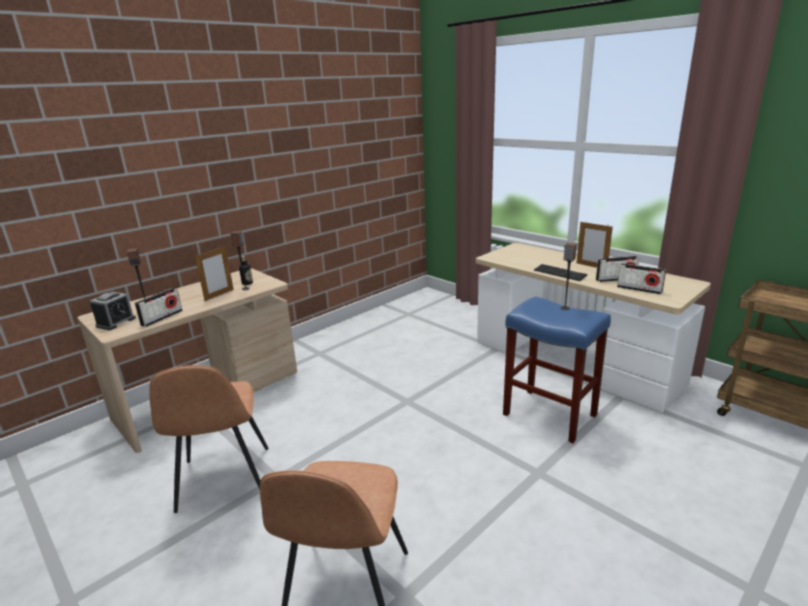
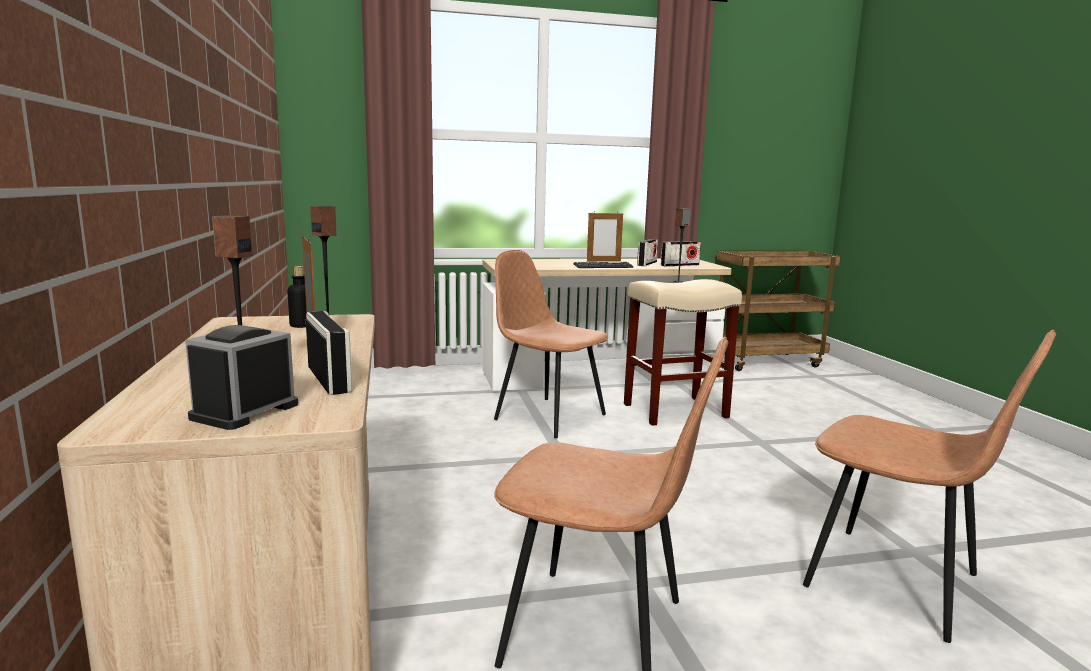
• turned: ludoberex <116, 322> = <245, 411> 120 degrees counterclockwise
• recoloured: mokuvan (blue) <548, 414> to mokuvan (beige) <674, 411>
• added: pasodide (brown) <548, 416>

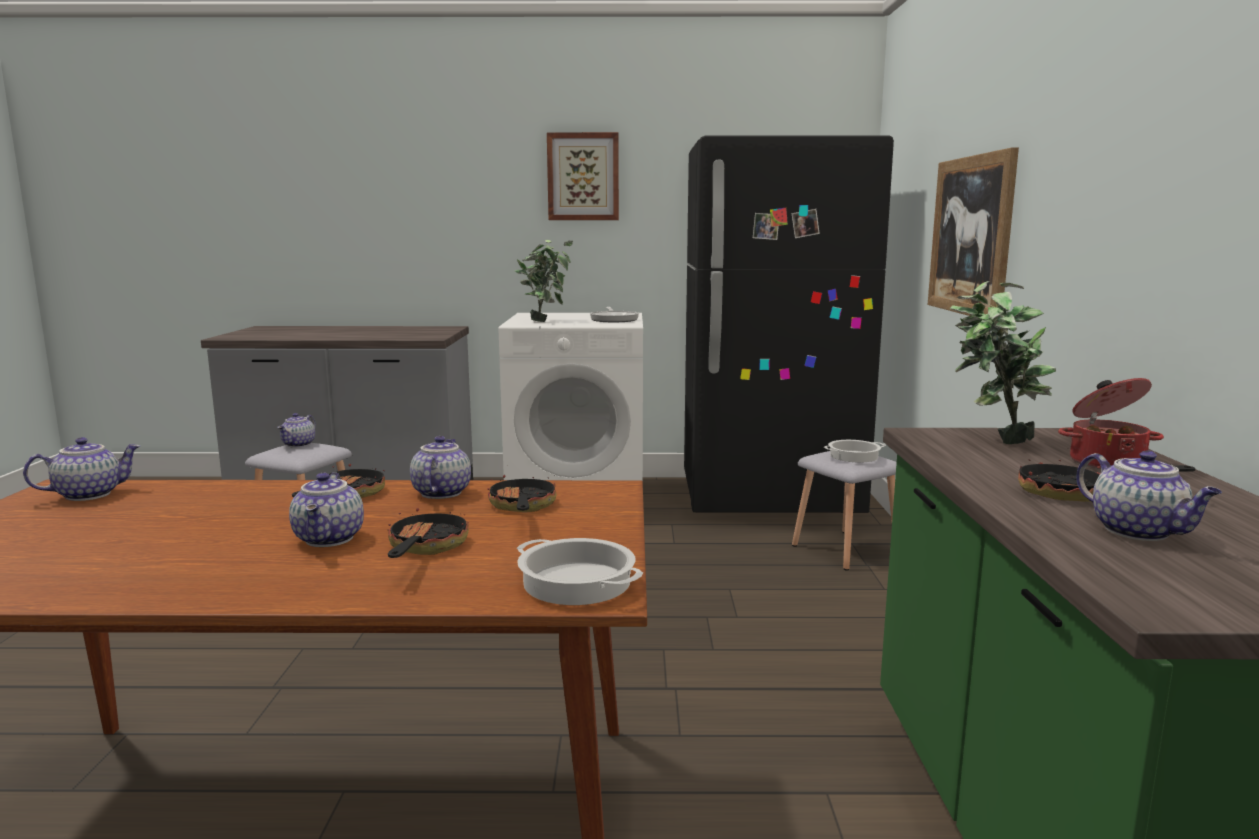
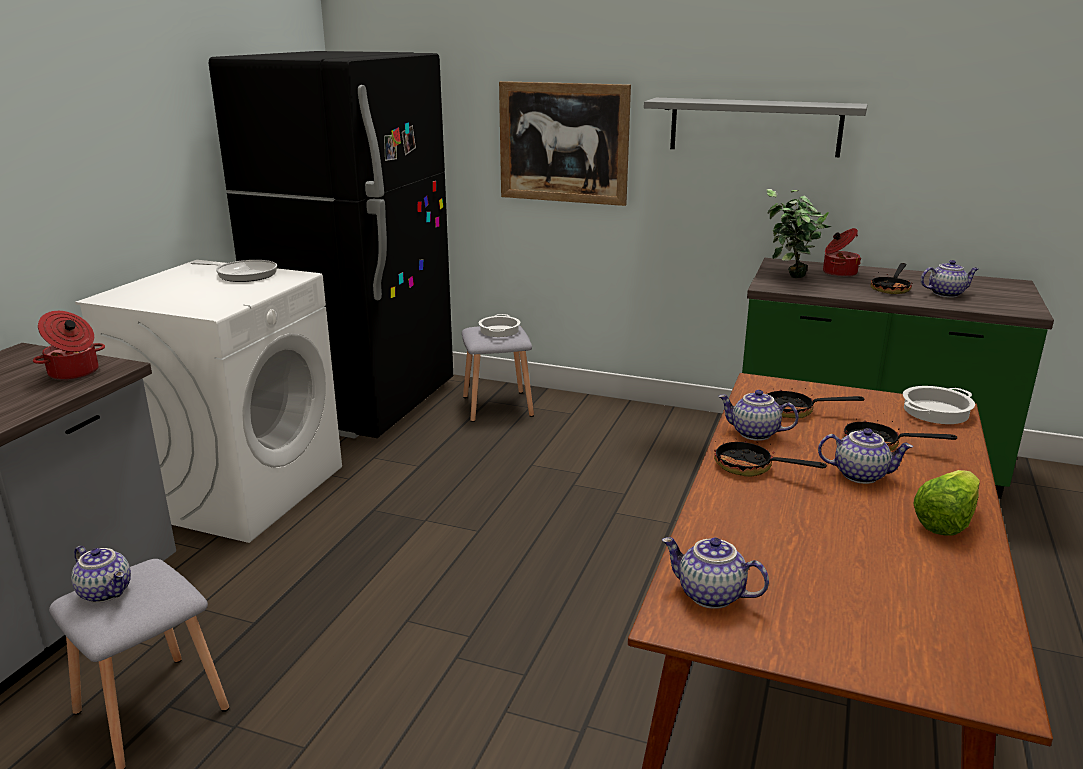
• removed: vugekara <583, 177>
• removed: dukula <545, 321>
• turned: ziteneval <89, 494> = <709, 595> 45 degrees counterclockwise
• added: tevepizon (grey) <754, 127>
• added: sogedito <74, 373>
• added: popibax <945, 521>

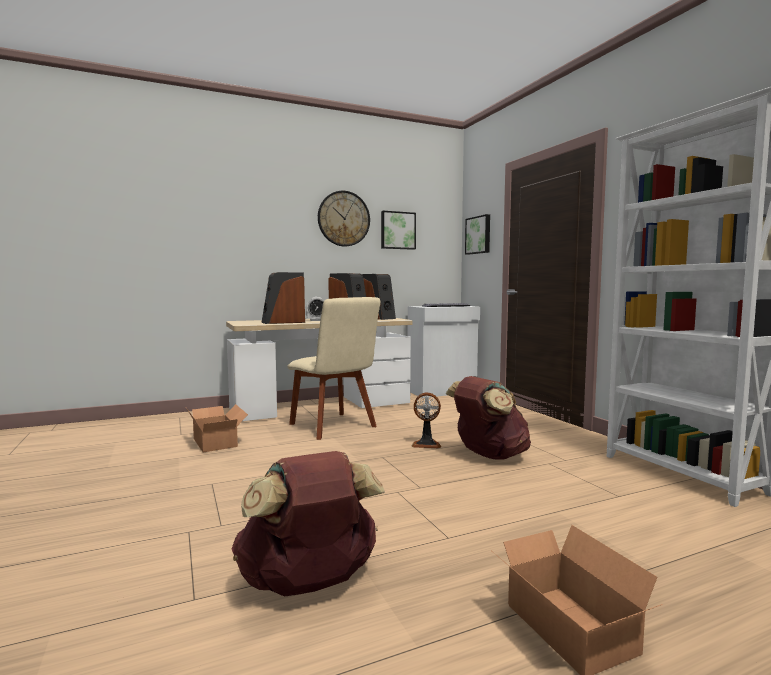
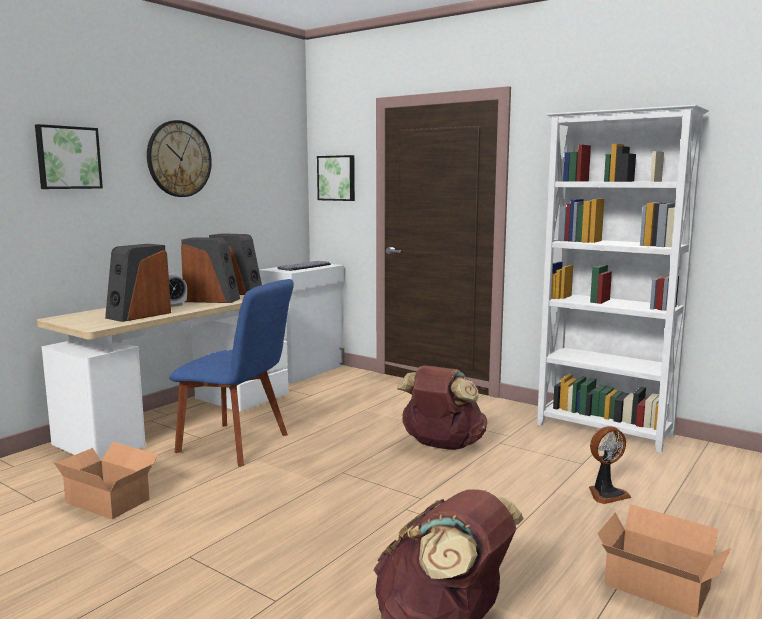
• moved: vugekara <397, 230> to <68, 157>
• recoloured: pasodide (beige) <334, 427> to pasodide (blue) <238, 444>
• moved: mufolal <426, 444> to <606, 494>

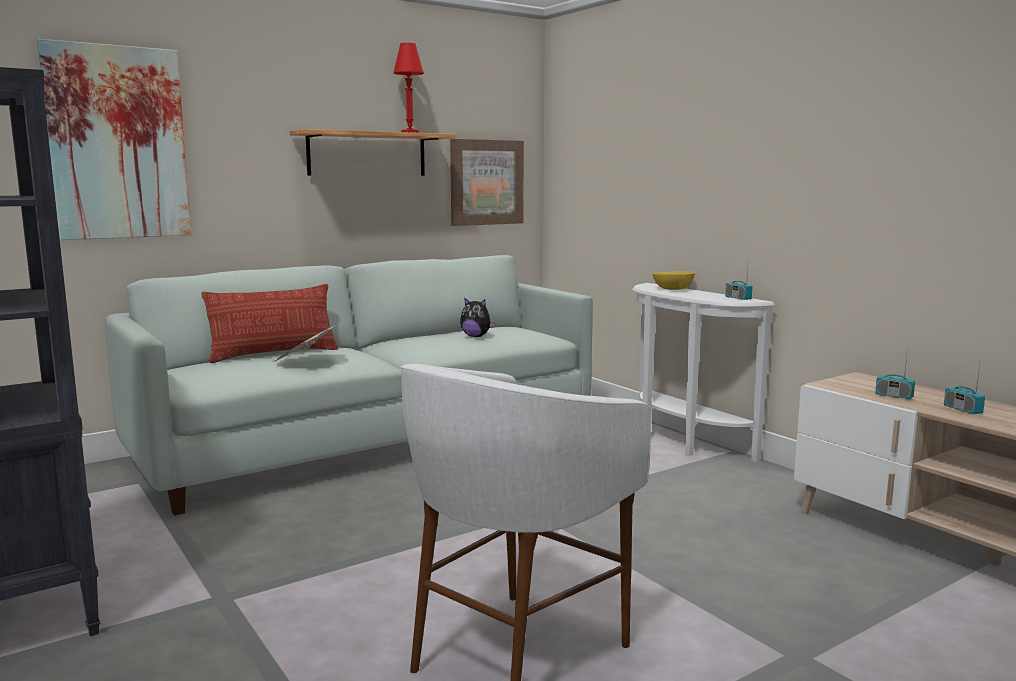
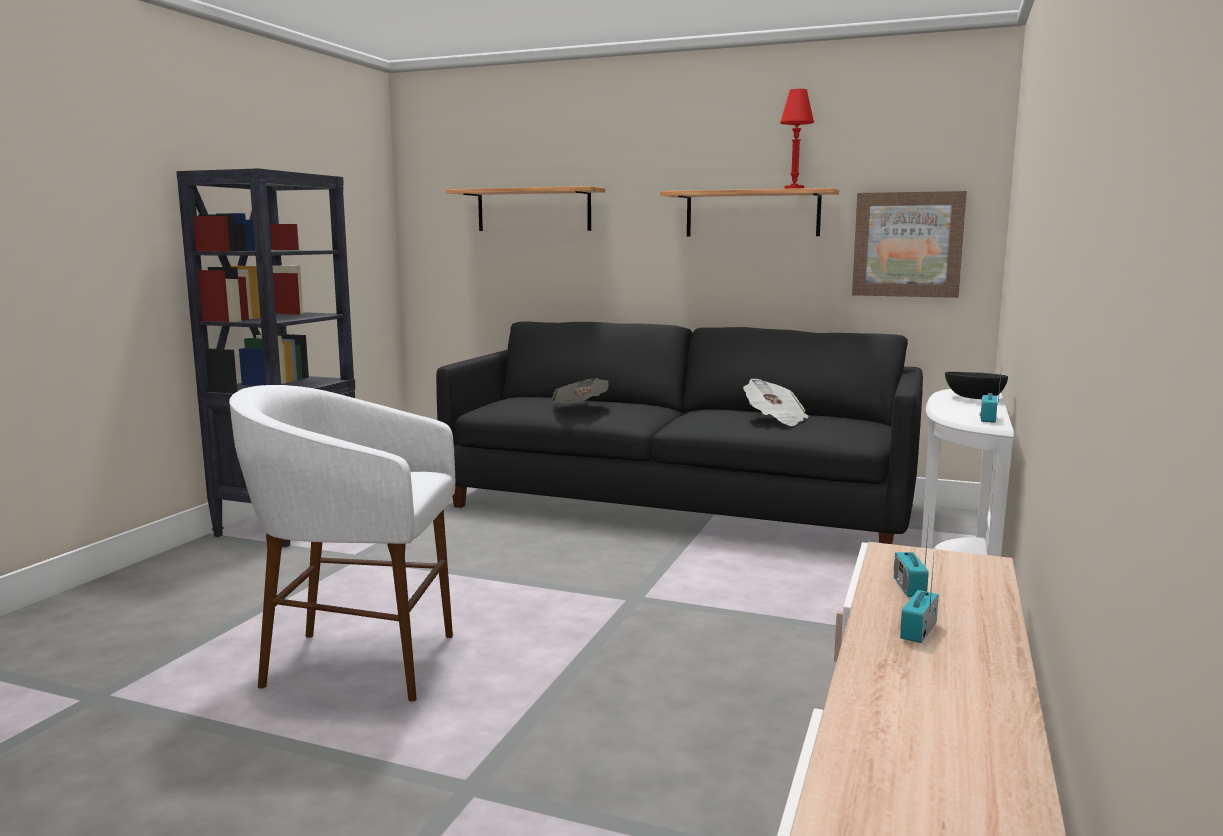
• replaced: vugekara <118, 143> to tevepizon <533, 210>
• recoloured: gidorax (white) <371, 441> to gidorax (black) <676, 506>
• recoloured: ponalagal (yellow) <673, 289> to ponalagal (black) <974, 398>
• removed: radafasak <273, 354>
• replaced: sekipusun <476, 336> to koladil <775, 419>

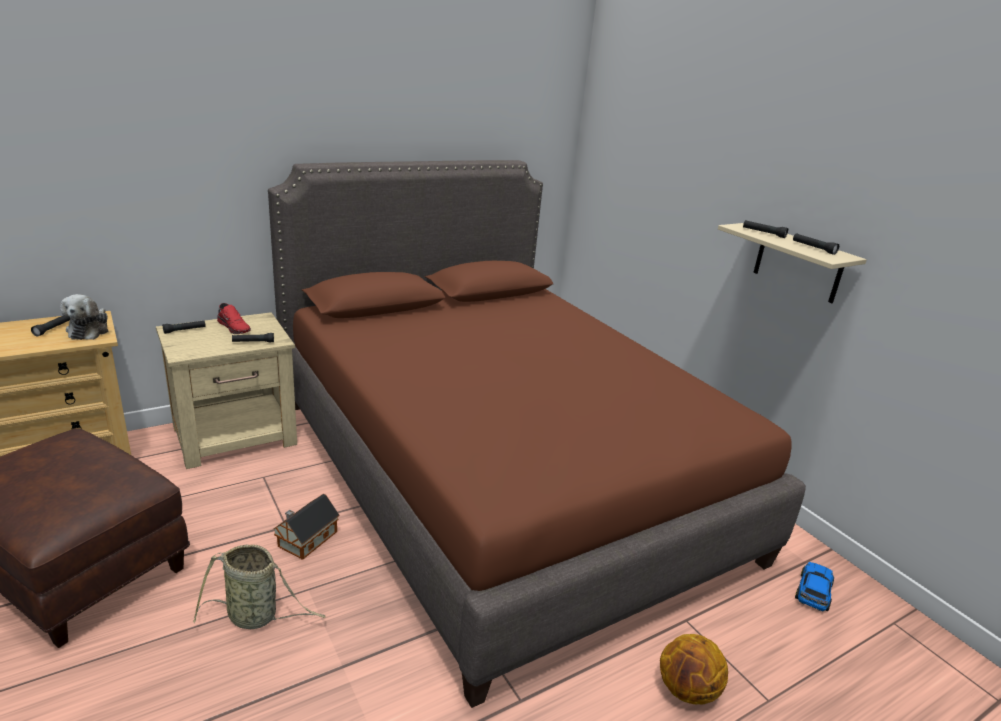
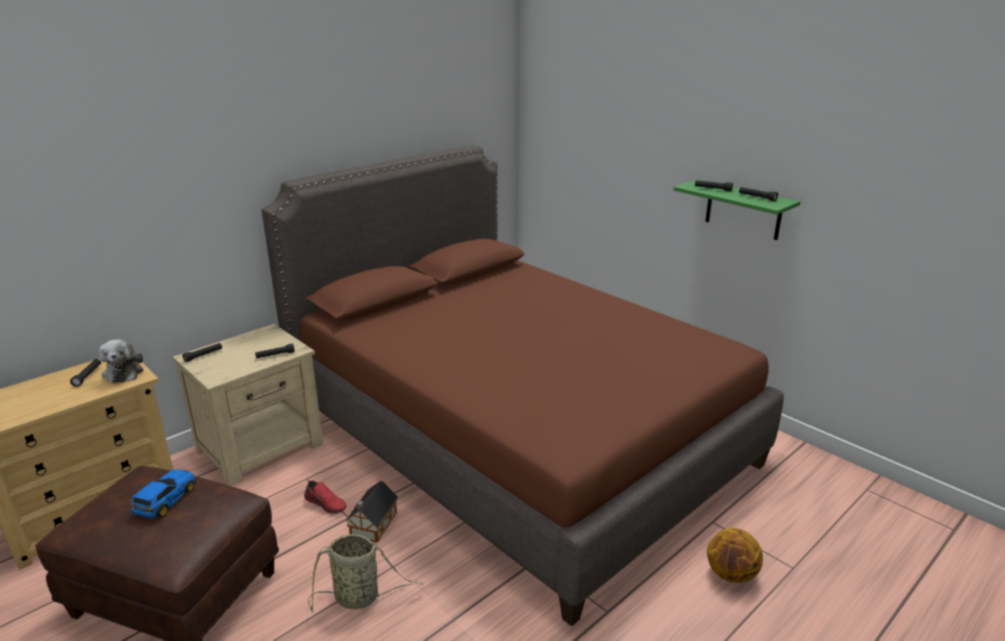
• recoloured: tevepizon (beige) <798, 263> to tevepizon (green) <743, 210>
• moved: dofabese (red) <235, 327> to <326, 503>
• moved: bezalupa <813, 592> to <164, 500>

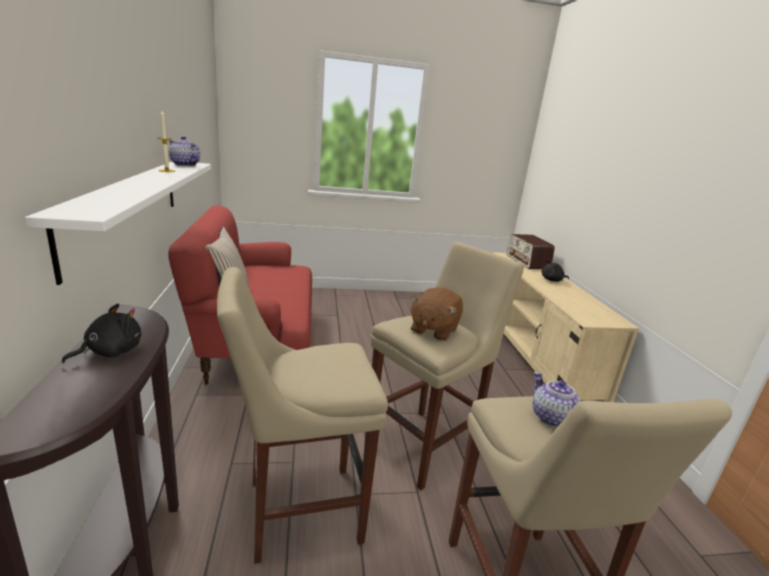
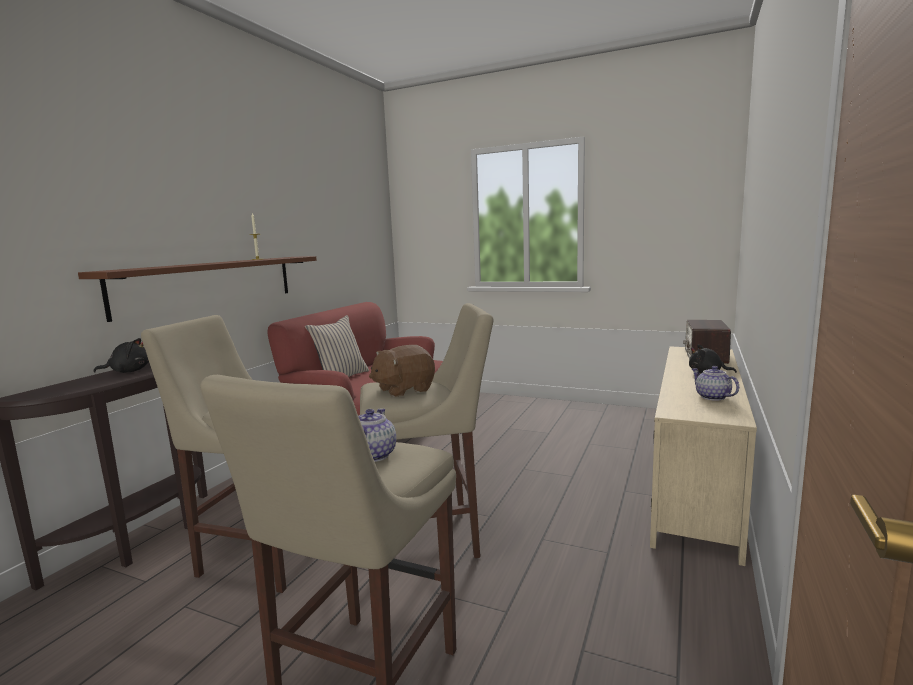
• moved: ziteneval <184, 165> to <711, 397>
• recoloured: tevepizon (white) <127, 207> to tevepizon (brown) <210, 284>

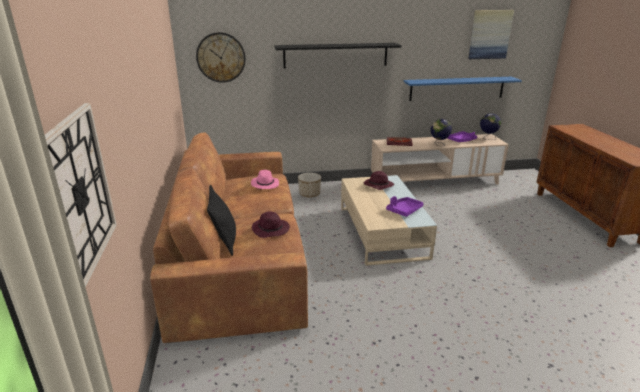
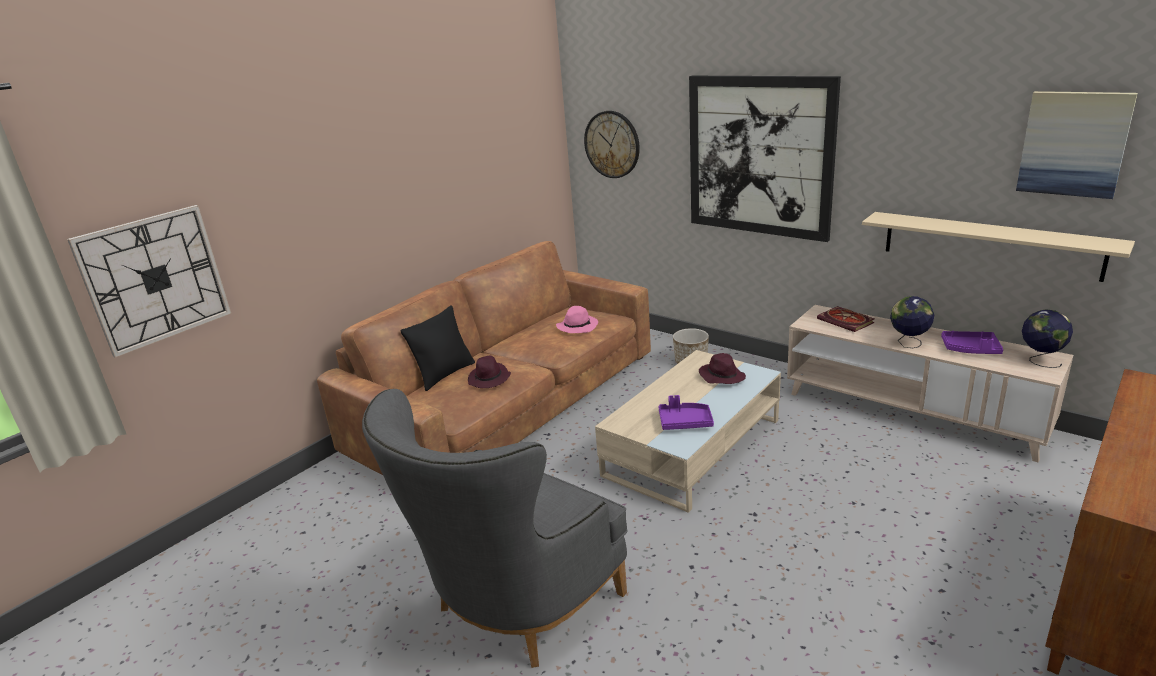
• replaced: tevepizon (black) <335, 55> to vugekara <759, 156>
• recoloured: tevepizon (blue) <457, 88> to tevepizon (beige) <989, 245>
• added: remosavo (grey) <513, 610>

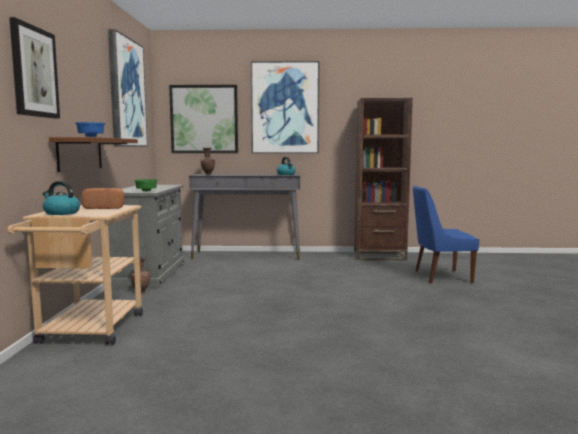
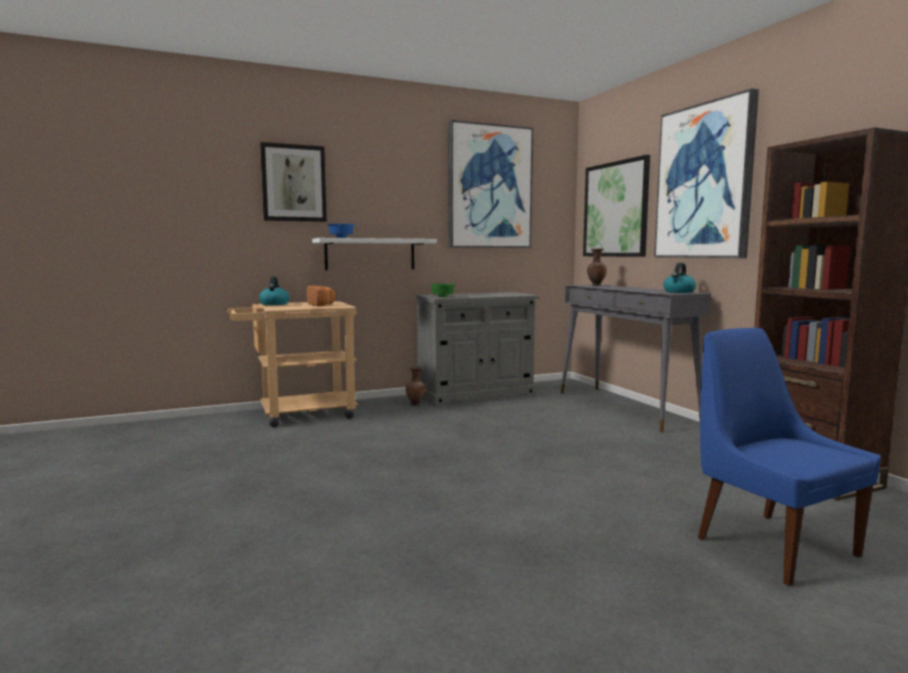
• recoloured: tevepizon (brown) <80, 154> to tevepizon (white) <370, 254>

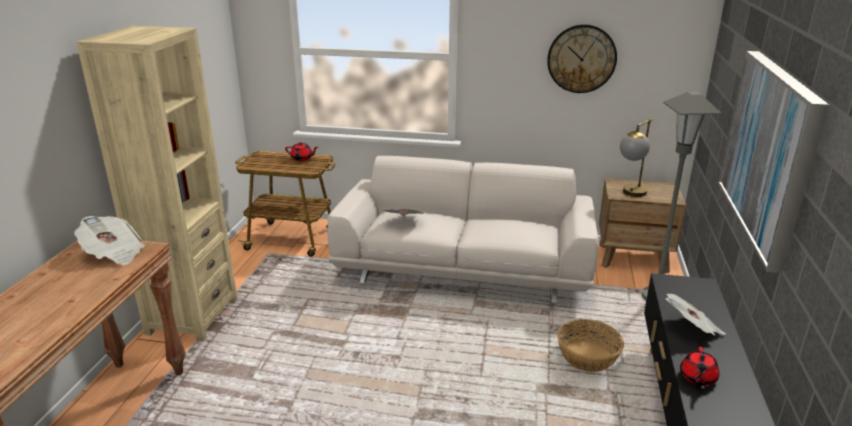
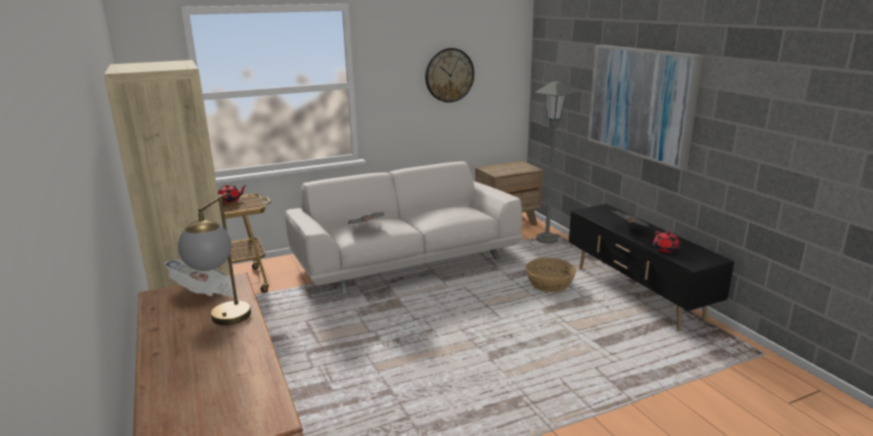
• moved: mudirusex <630, 194> to <224, 323>

